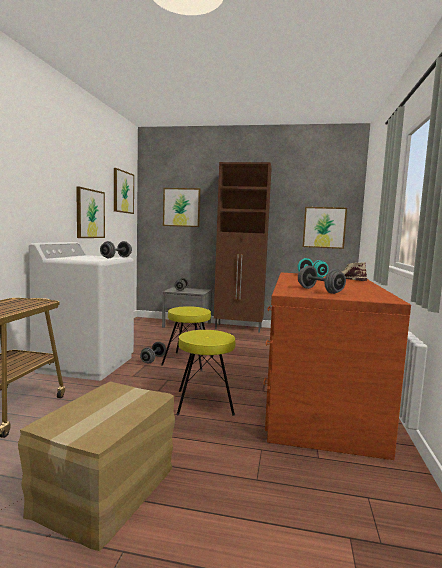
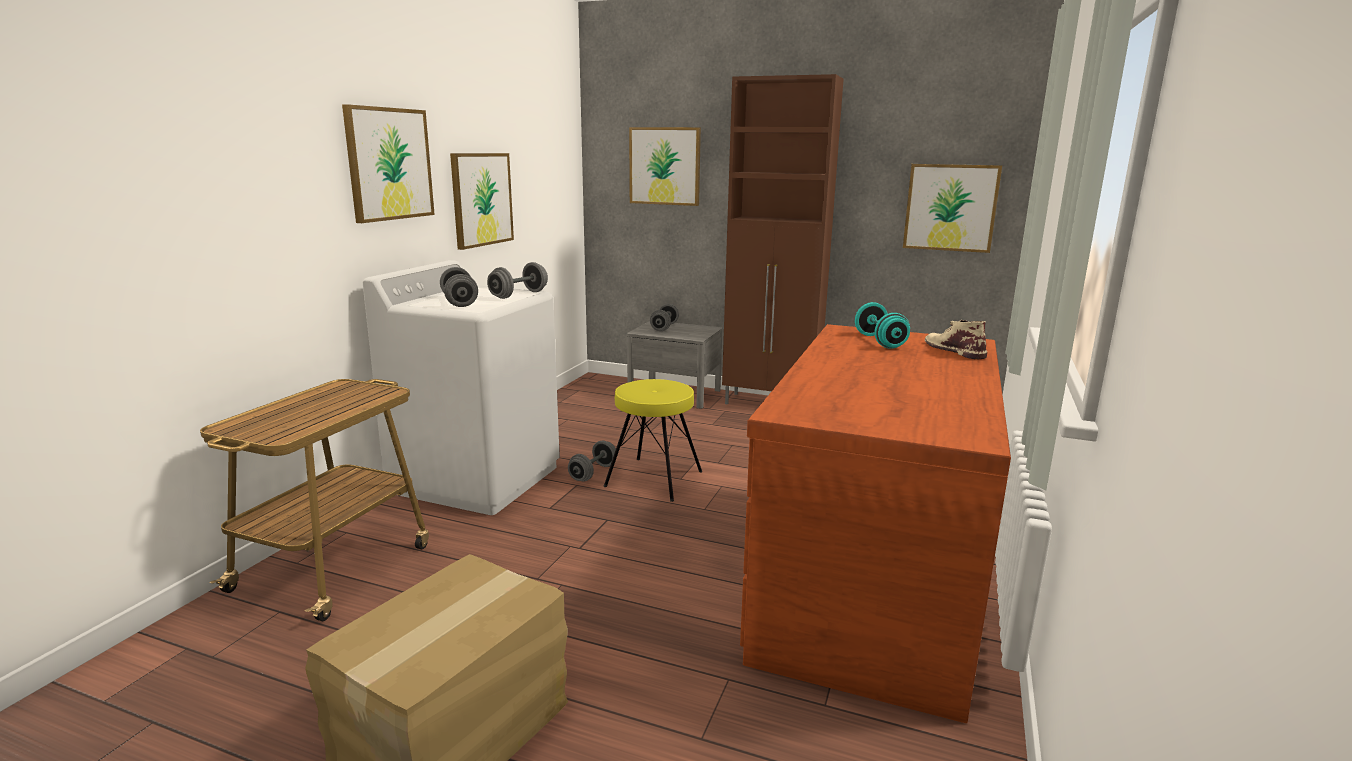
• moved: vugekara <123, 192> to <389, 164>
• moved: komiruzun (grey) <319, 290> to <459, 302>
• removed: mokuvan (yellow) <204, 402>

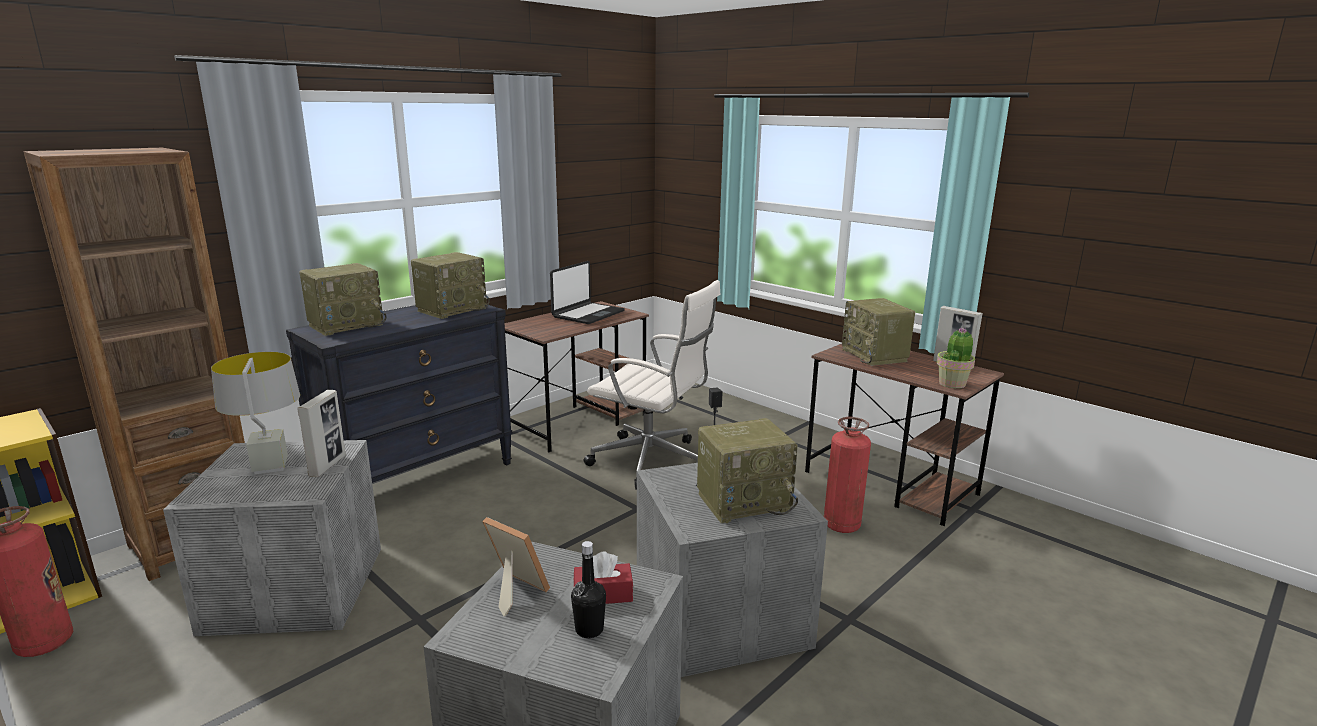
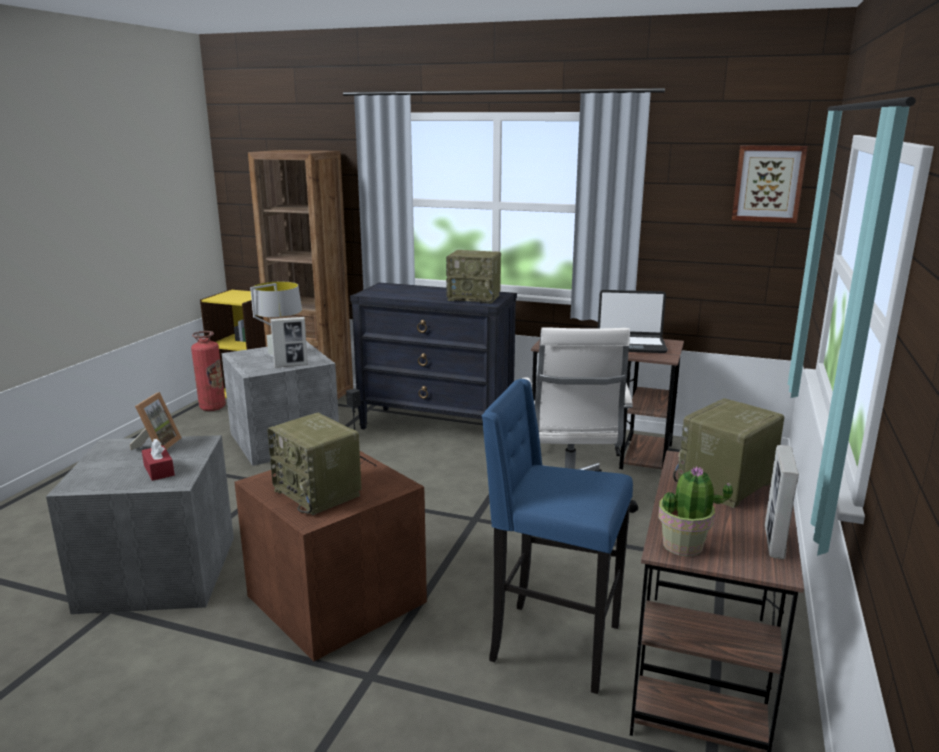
• removed: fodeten <346, 325>
• replaced: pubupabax <841, 525> to mokuvan (blue) <552, 644>
• recoloured: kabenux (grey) <722, 614> to kabenux (brown) <339, 599>
• removed: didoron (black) <589, 629>
• added: vugekara <768, 183>

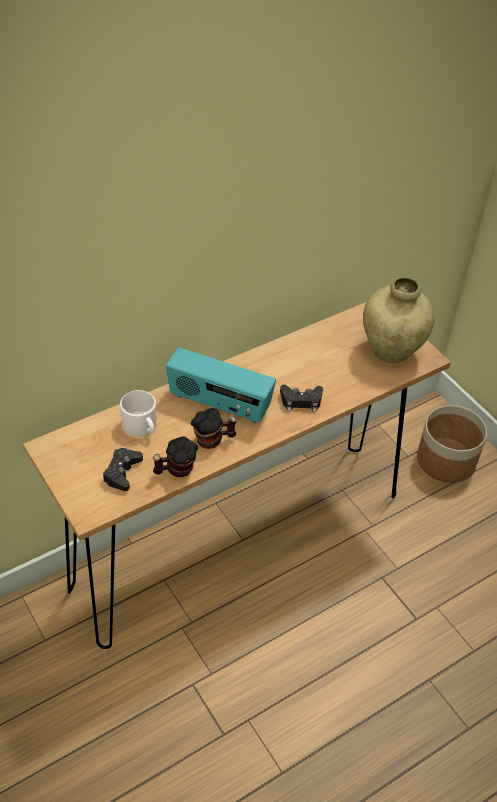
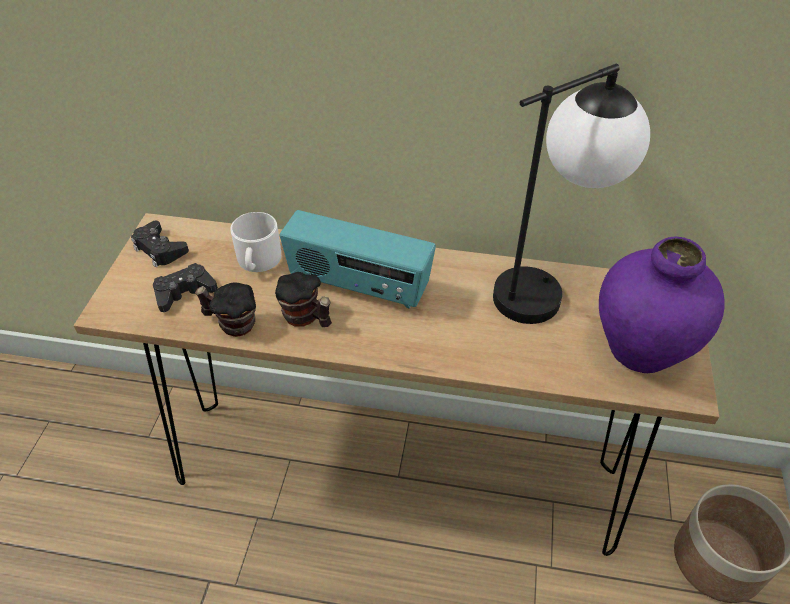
• recoloured: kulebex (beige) <391, 351> to kulebex (purple) <640, 351>
• turned: fodeten <219, 404> = <358, 286> 45 degrees counterclockwise
• moved: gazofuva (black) <301, 401> to <160, 249>
• added: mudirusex <547, 287>

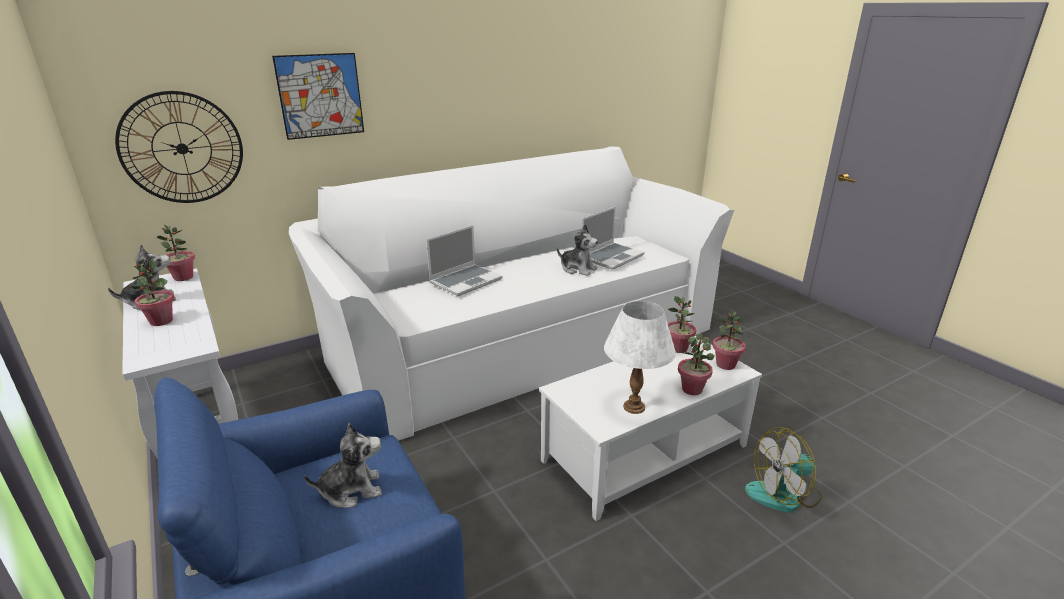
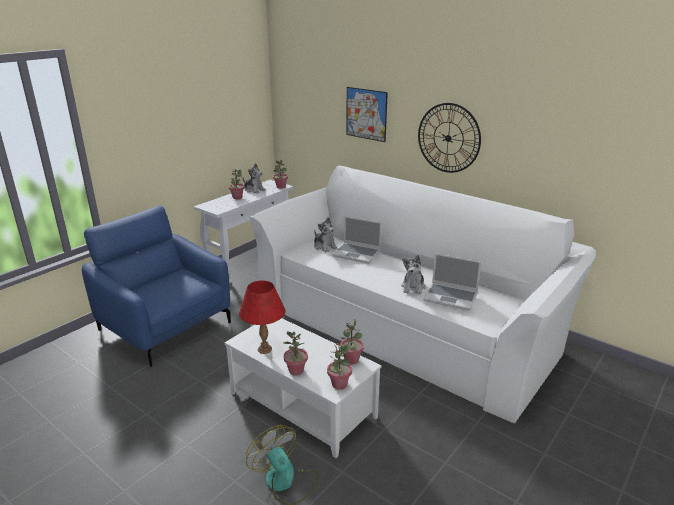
• moved: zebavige <182, 148> to <448, 138>
• recoloured: mudirusex (white) <633, 407> to mudirusex (red) <265, 349>
• moved: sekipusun <351, 490> to <324, 246>

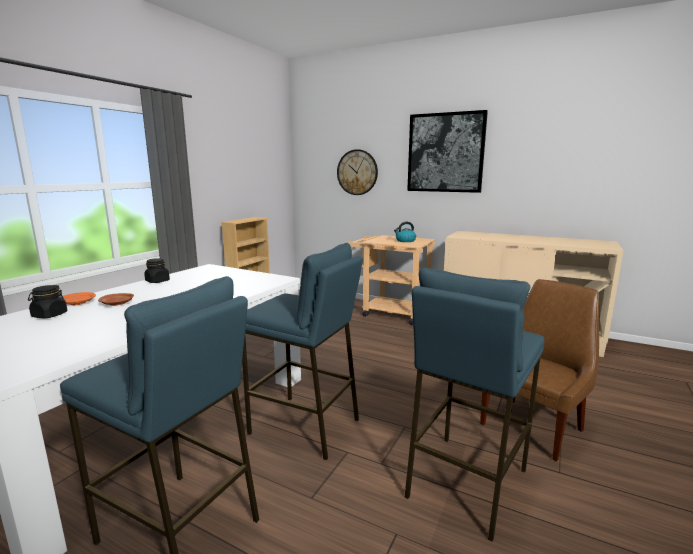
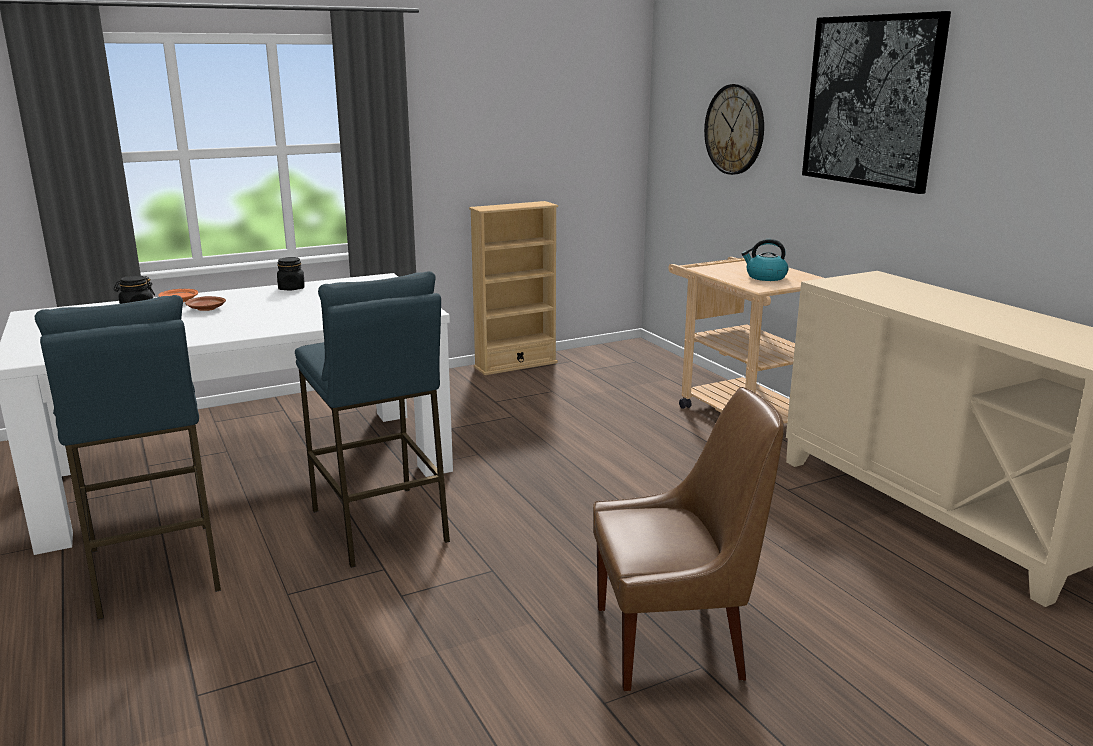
• removed: mokuvan (blue) <465, 482>

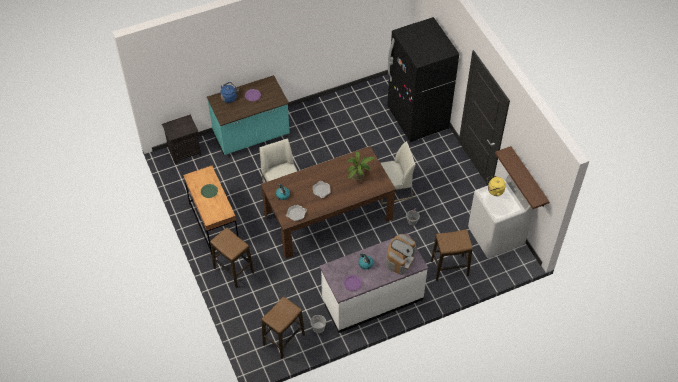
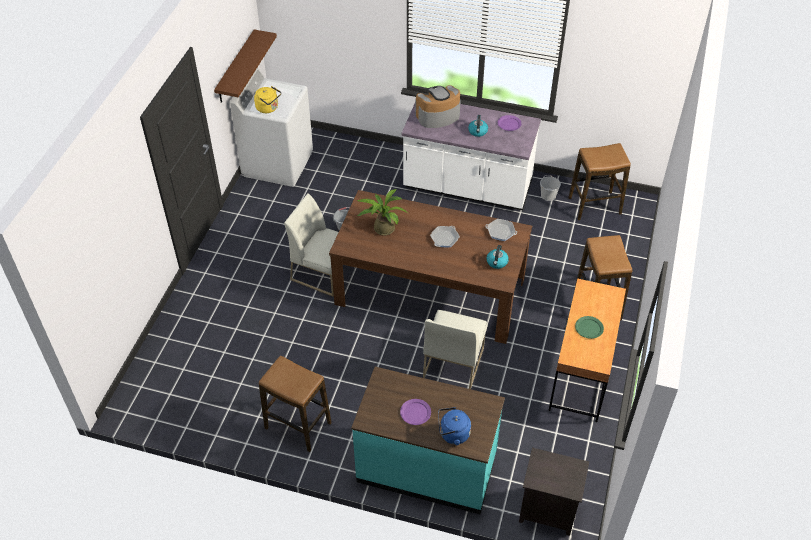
• removed: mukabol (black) <417, 119>
• moved: mokuvan <449, 268> to <297, 426>

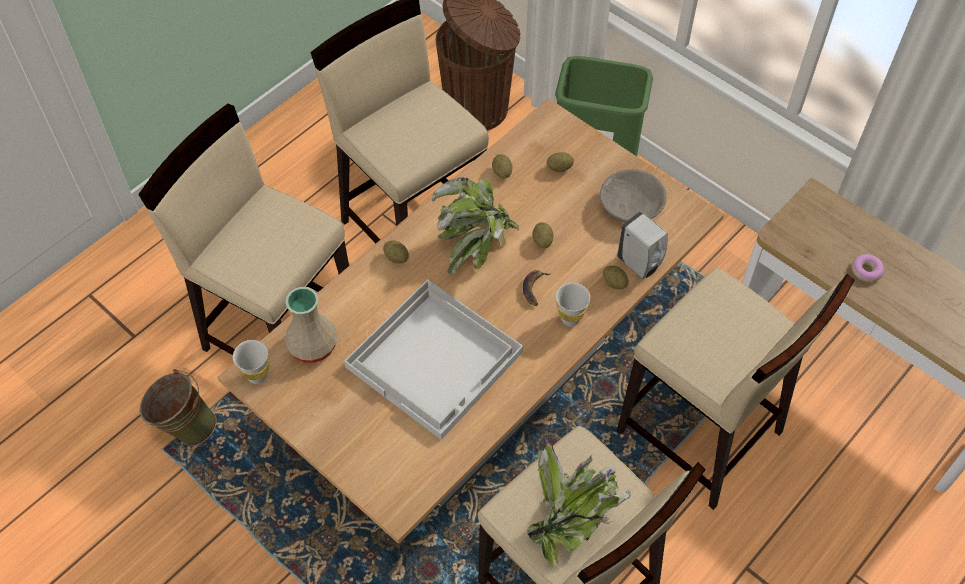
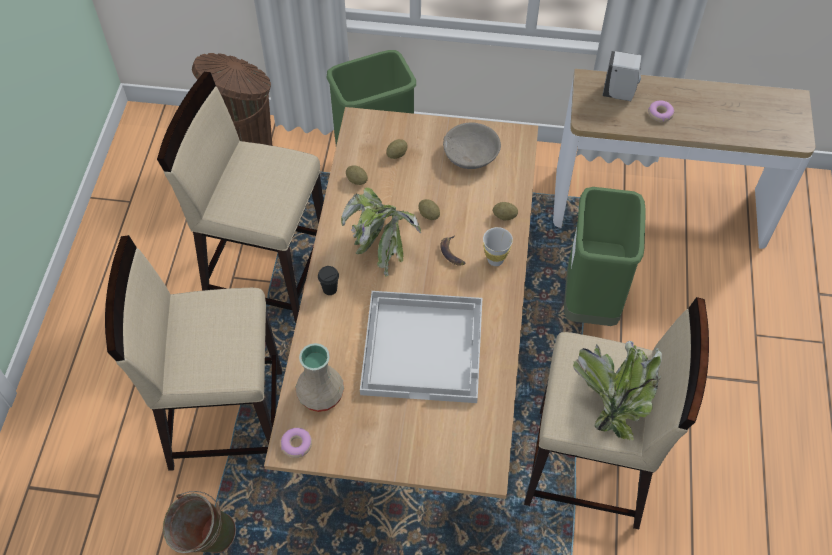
• moved: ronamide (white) <640, 264> to <619, 94>
• replaced: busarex <396, 257> to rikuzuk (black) <330, 289>
• replaced: mokuvan (beige) <700, 434> to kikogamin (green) <590, 302>
• replaced: rikuzuk (white) <257, 376> to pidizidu <296, 444>

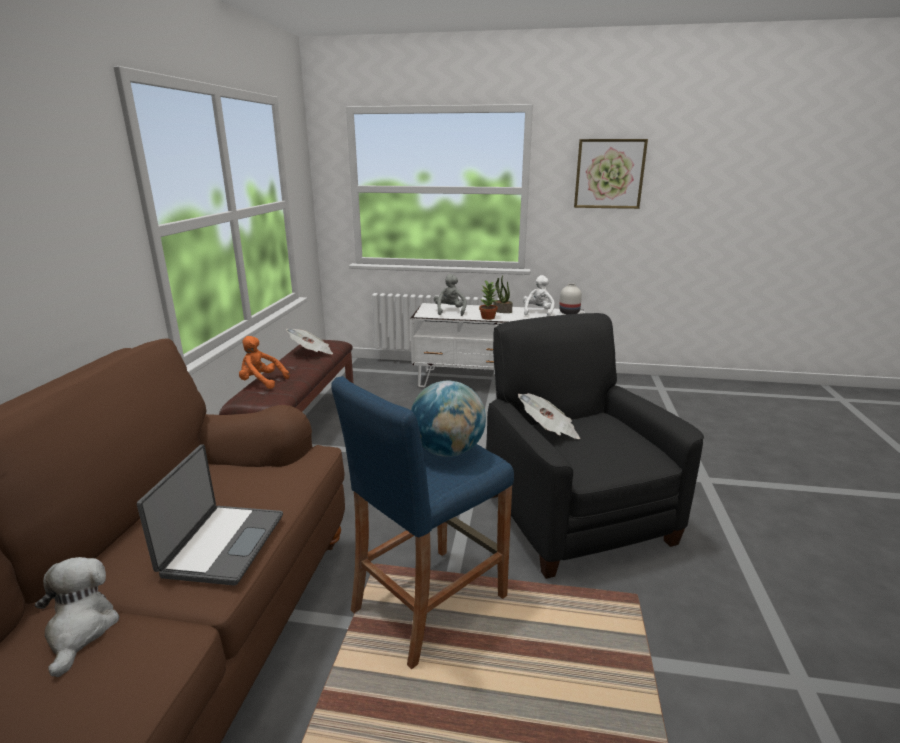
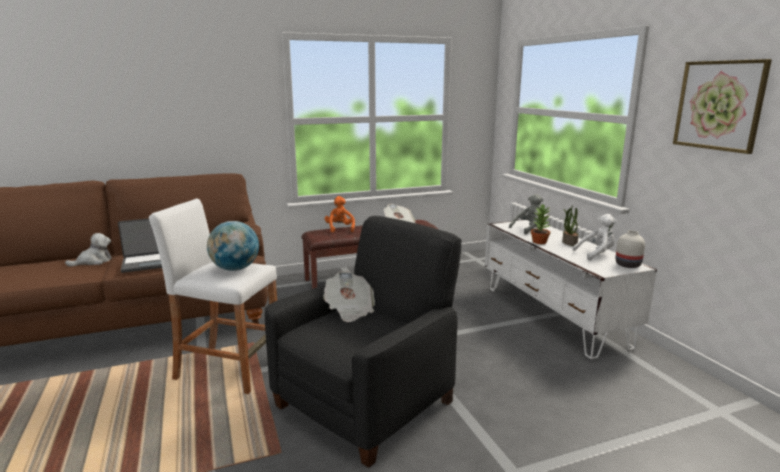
• recoloured: mokuvan (blue) <429, 602> to mokuvan (white) <229, 369>

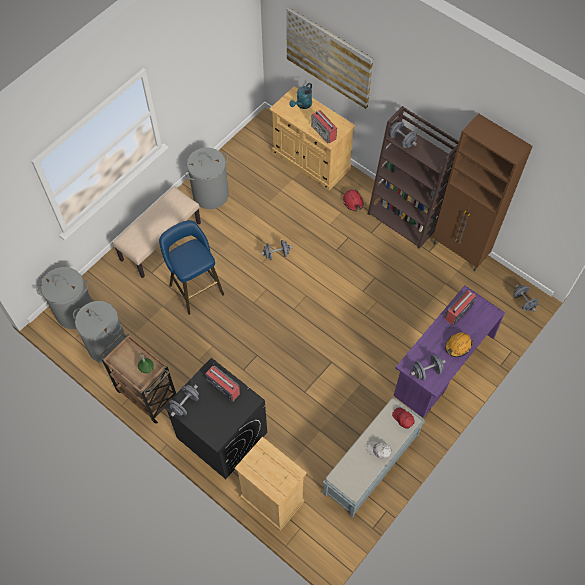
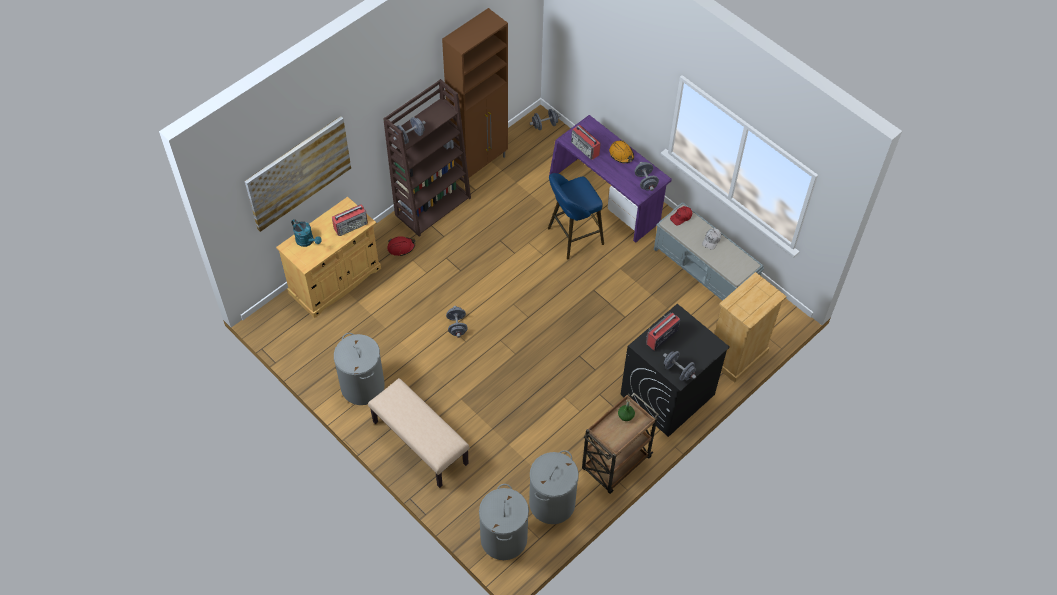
• moved: mokuvan (blue) <195, 287> to <572, 237>

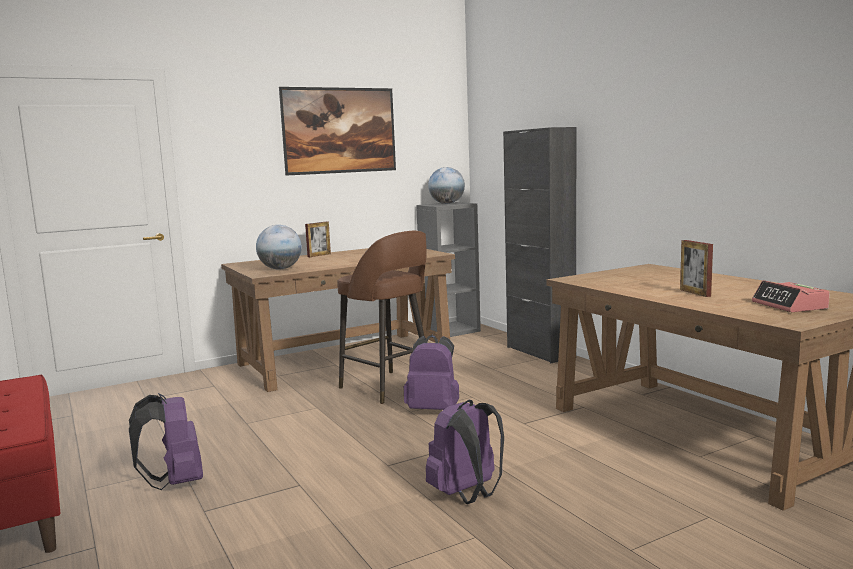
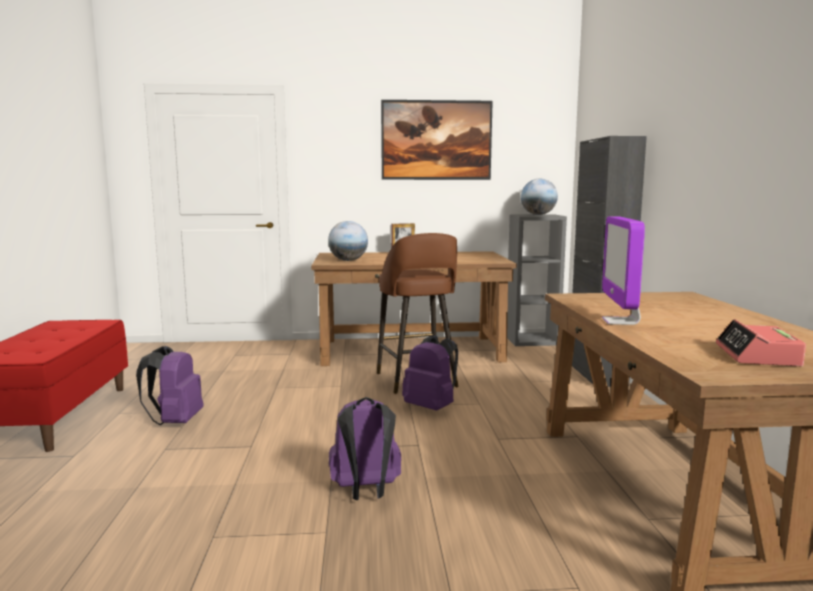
• removed: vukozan <695, 293>
• added: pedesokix <620, 321>

